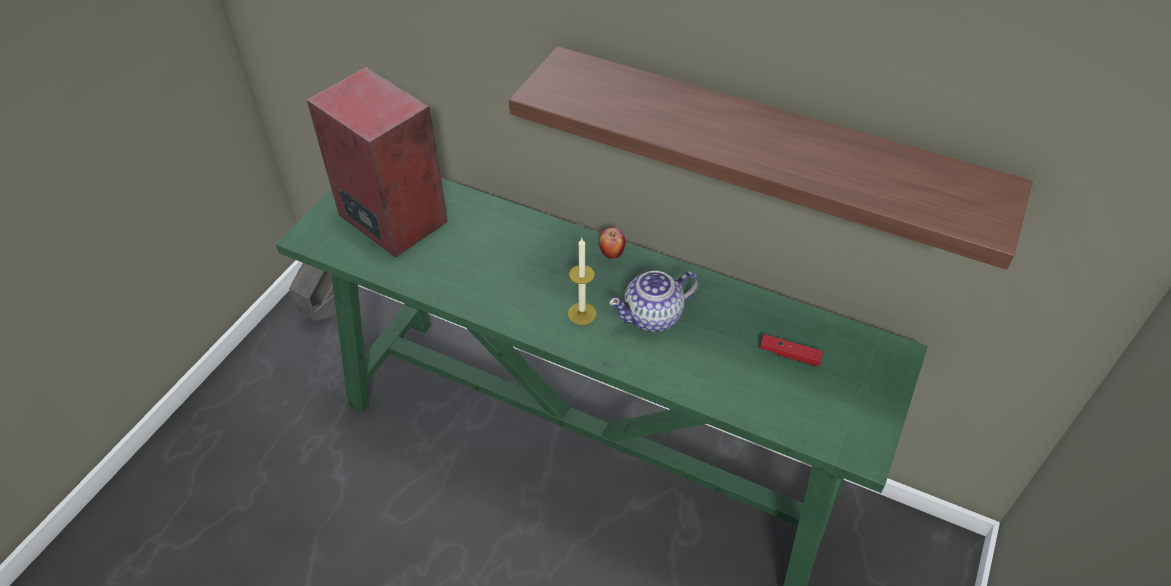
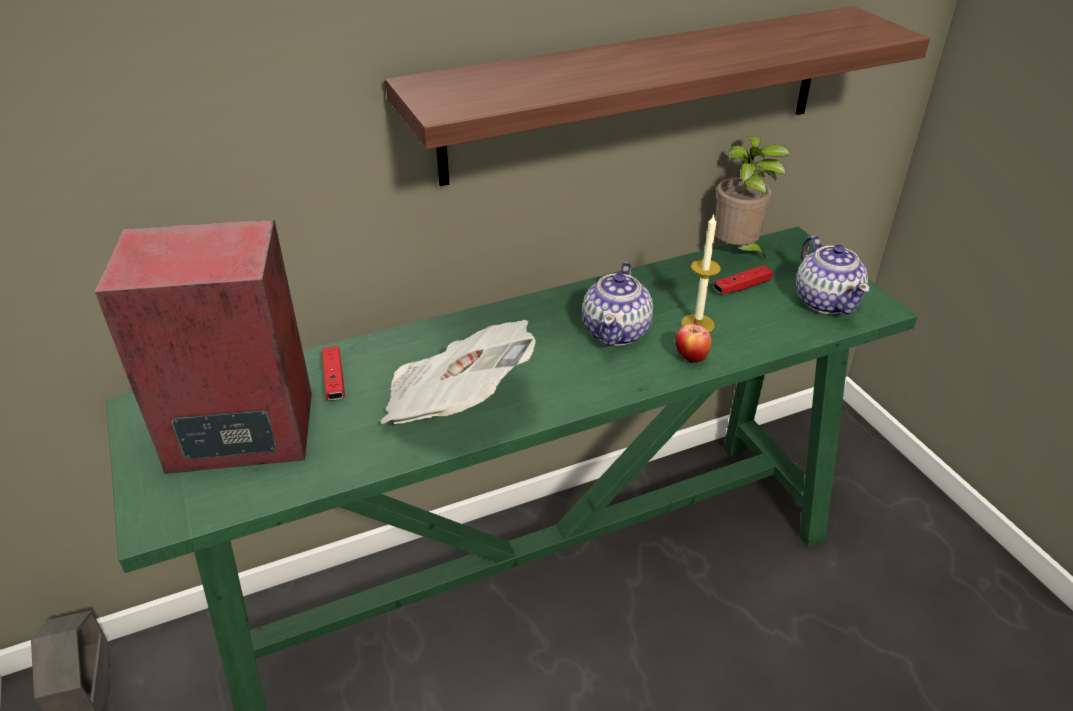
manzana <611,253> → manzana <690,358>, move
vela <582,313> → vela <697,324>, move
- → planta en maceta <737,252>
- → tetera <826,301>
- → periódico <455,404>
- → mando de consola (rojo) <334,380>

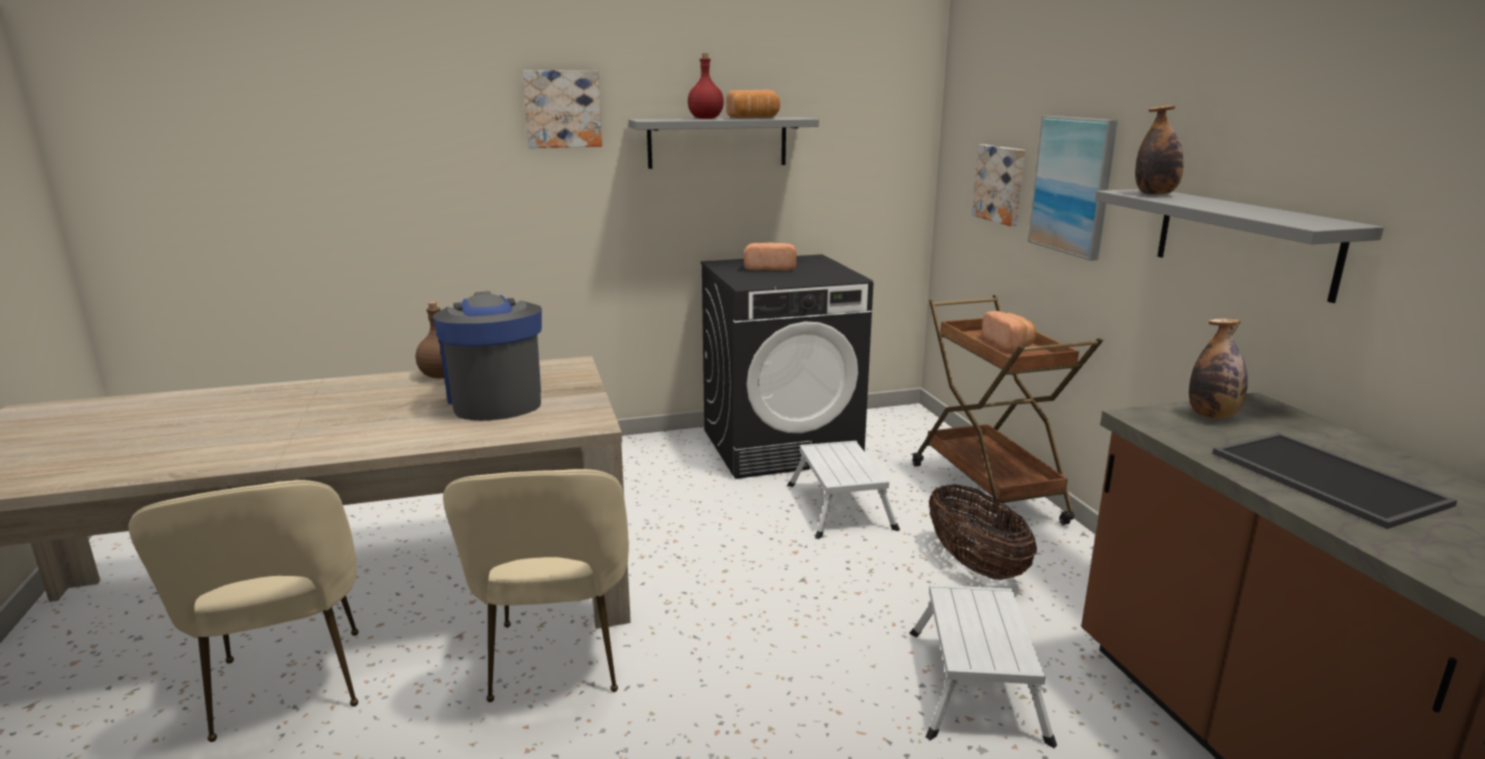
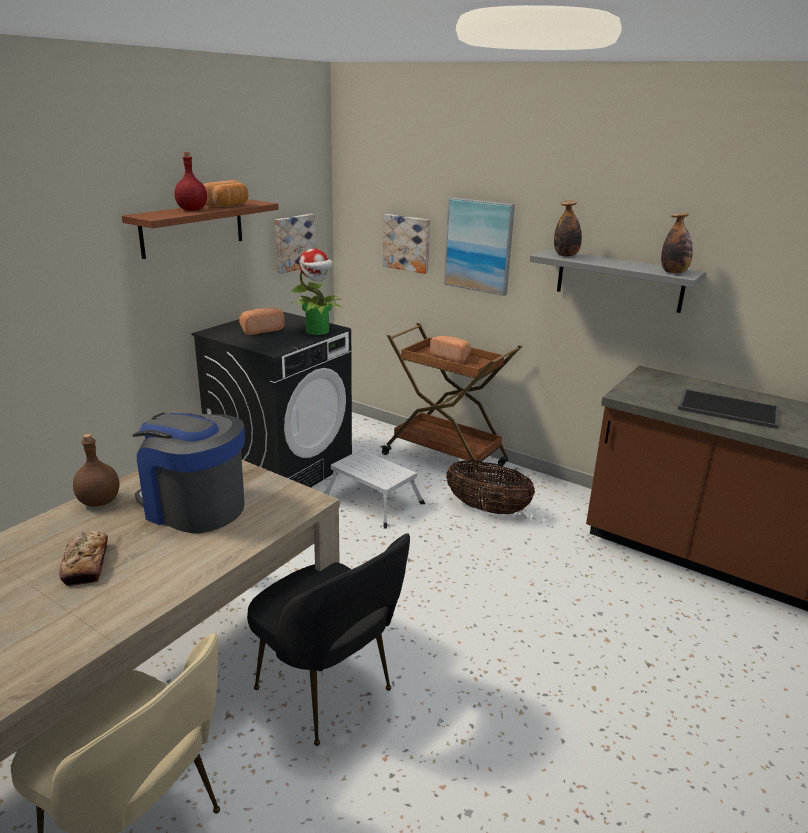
cuadro <562,109> → cuadro <293,242>, move
estante (gris) <717,142> → estante (marrón) <192,228>
botella <1212,416> → botella <673,272>, move
silla (beis) <555,666> → silla (negro) <330,696>
escalera de tijera (blanco) <976,685> → -
- → planta en maceta <318,331>
- → pan <86,564>

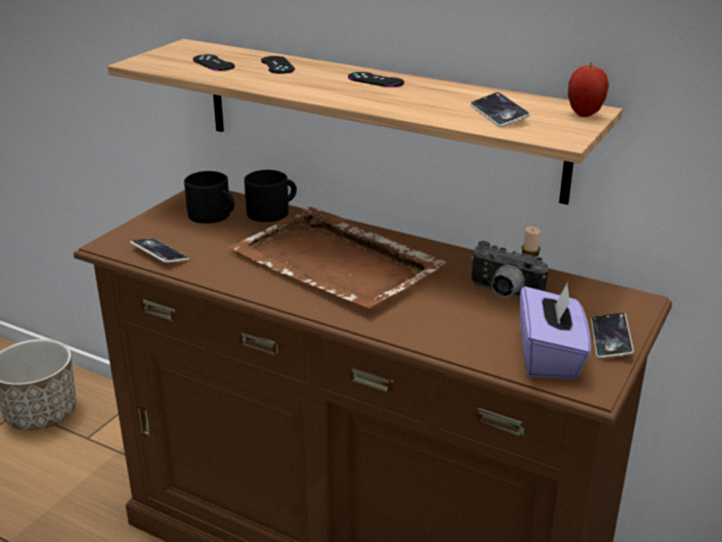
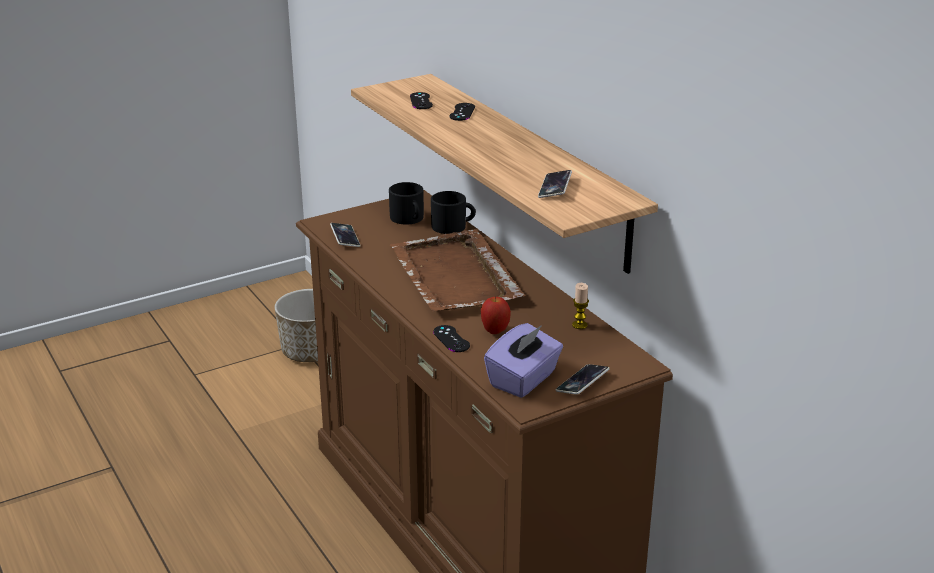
manzana <584,114> → manzana <495,331>, move
mando de consola (negro) <375,80> → mando de consola (negro) <451,339>, move
cámara <503,294> → -

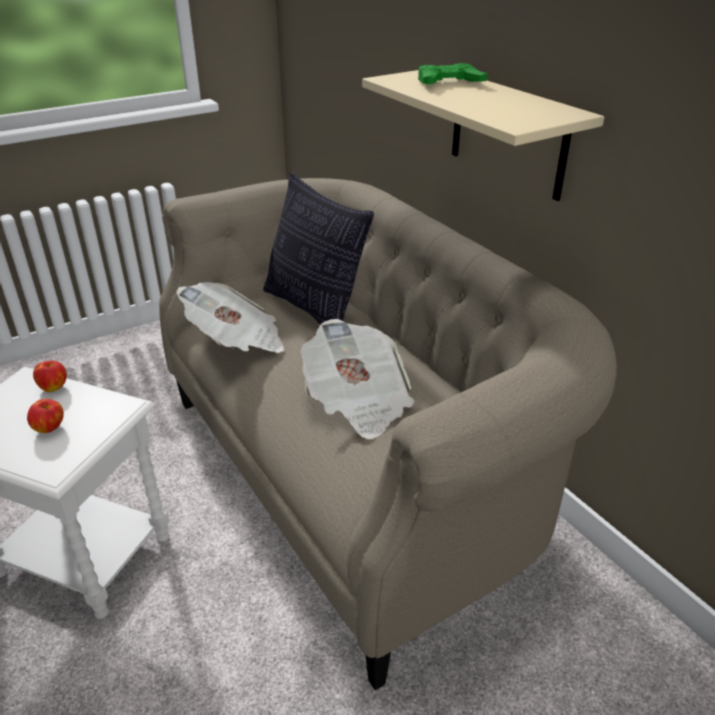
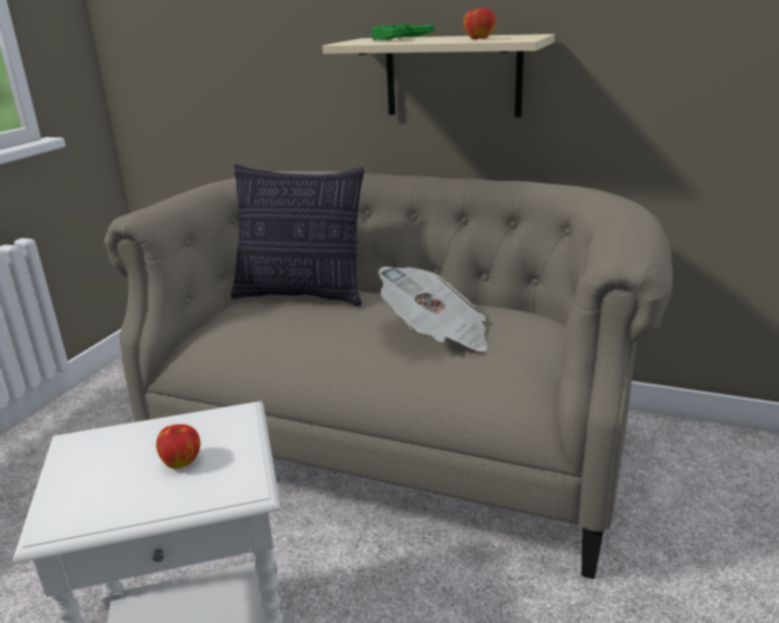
periódico <237,341> → -
manzana <54,387> → manzana <479,39>, move

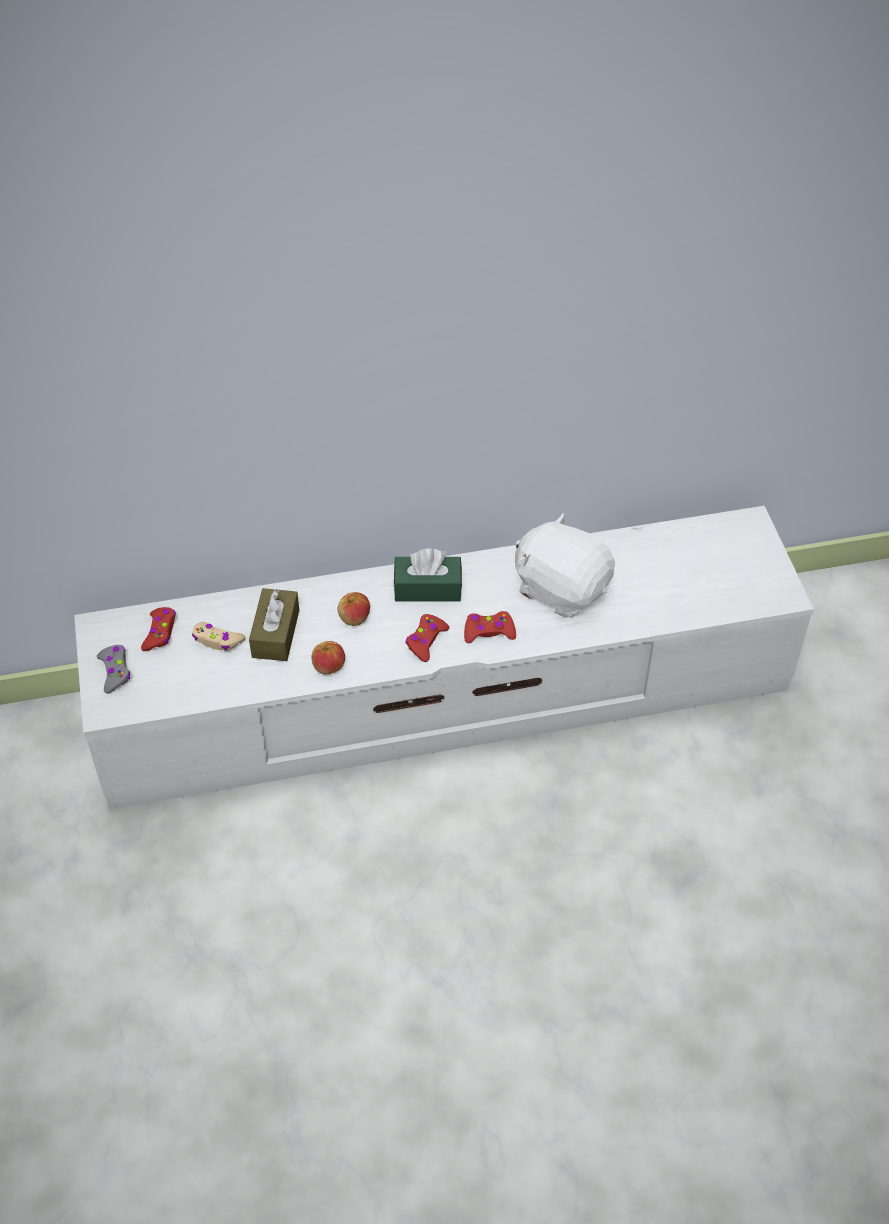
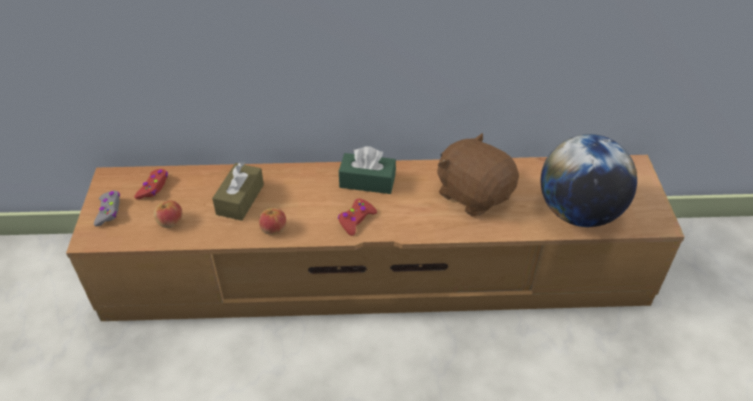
mueble de televisión (blanco) <444,694> → mueble de televisión (marrón) <376,270>
peluche (blanco) <561,588> → peluche (marrón) <473,194>
manzana <354,618> → manzana <170,222>, move
mando de consola (rojo) <488,631> → -
mando de consola (beis) <217,640> → -
- → globo terráqueo <578,213>

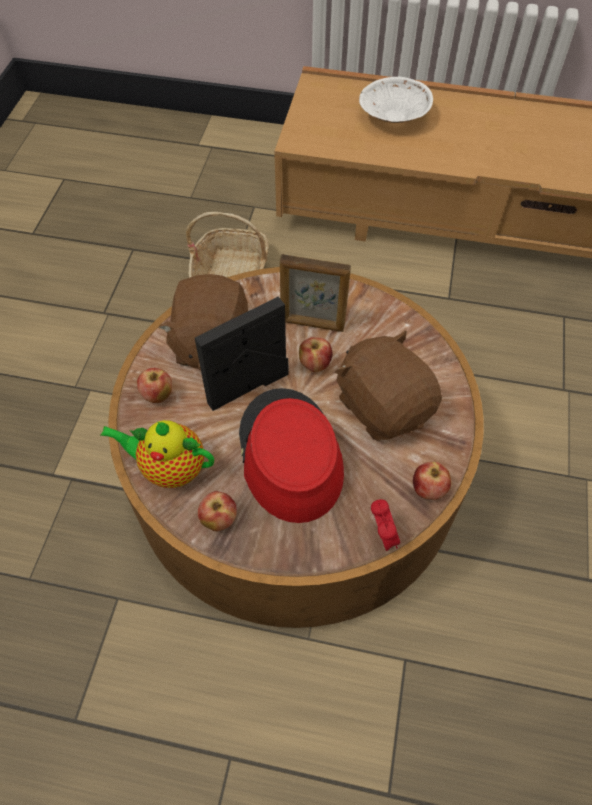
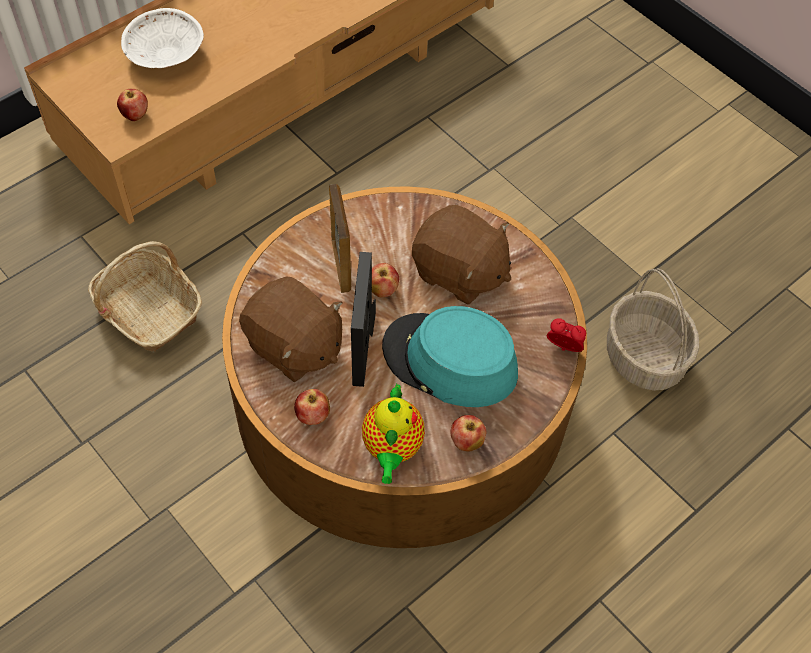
portarretratos <312,324> → portarretratos <341,265>, 60 degrees counterclockwise
peluche (marrón) <384,405> → peluche (marrón) <459,273>, 150 degrees counterclockwise
sombrero (rojo) <289,455> → sombrero (turquesa) <449,361>
tetera <169,468> → tetera <392,448>, 45 degrees counterclockwise
manzana <428,490> → manzana <135,115>, move
- → cesta <645,357>

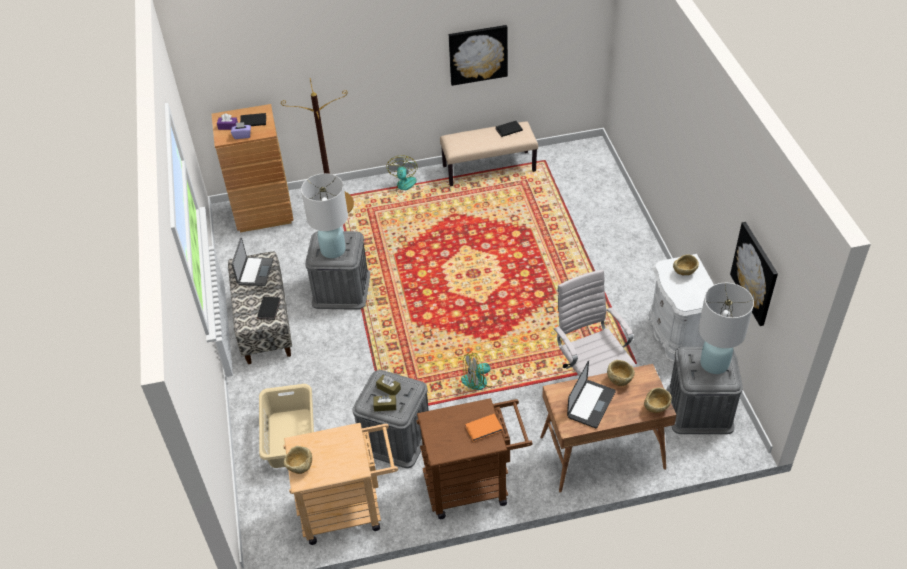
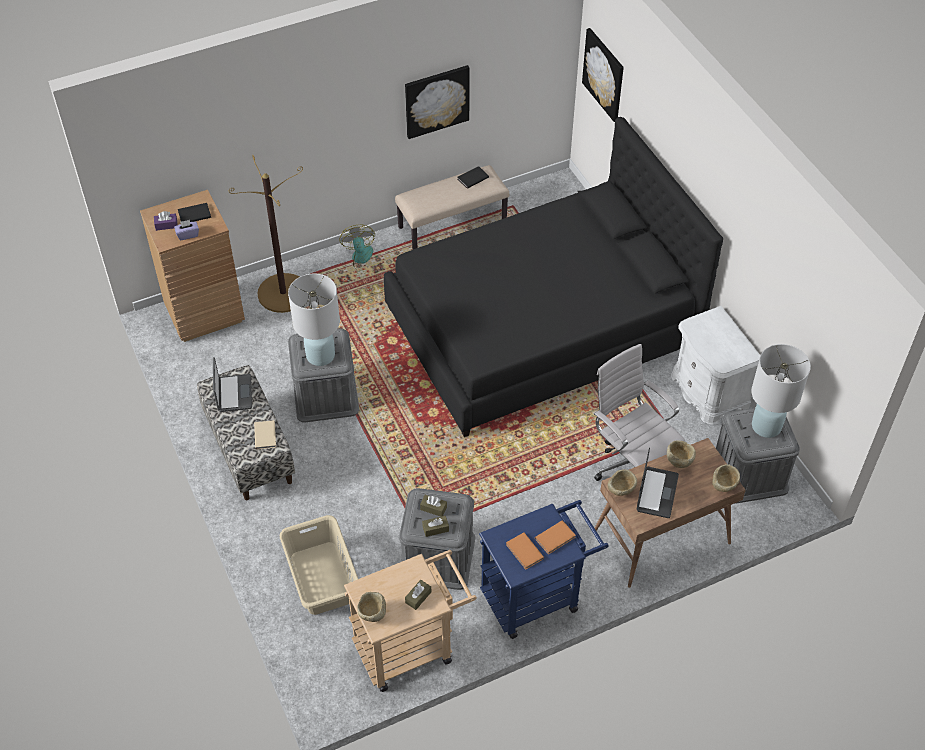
cuadro <755,273> → cuadro <604,74>, move
cuenco (beis) <684,272> → cuenco (beis) <621,490>, move
libro (negro) <270,308> → libro (beis) <266,435>
ventilador <480,380> → -
carrito (marrón) <474,485> → carrito (azul) <537,595>
- → cama (negro) <542,328>
- → libro (naranja) <524,552>
- → caja de pañuelos (marrón) <418,597>

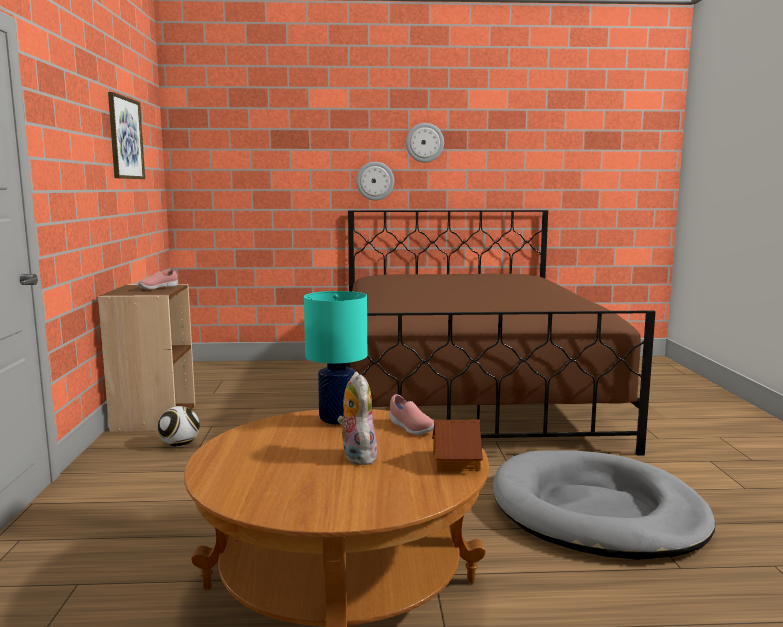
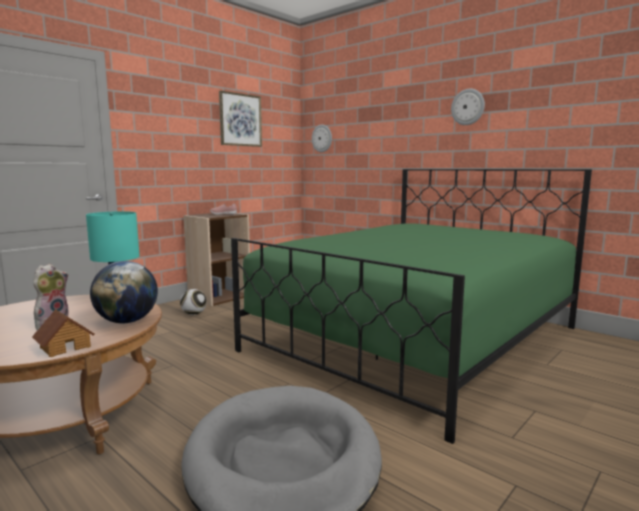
reloj de pared <375,181> → reloj de pared <322,138>, move
cama (marrón) <465,397> → cama (verde) <416,338>
zapato (rosa) <410,428> → globo terráqueo <127,321>

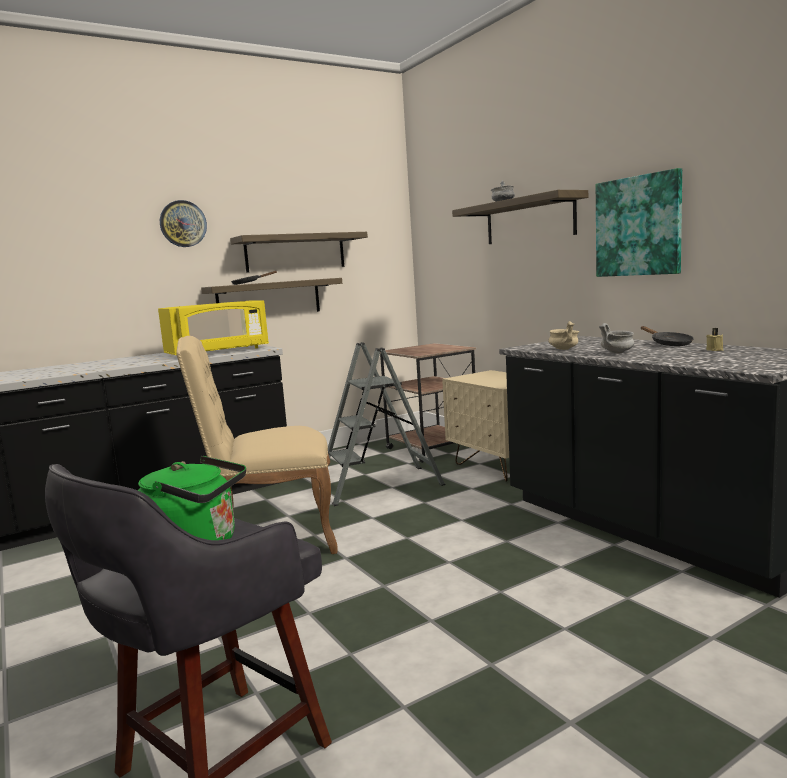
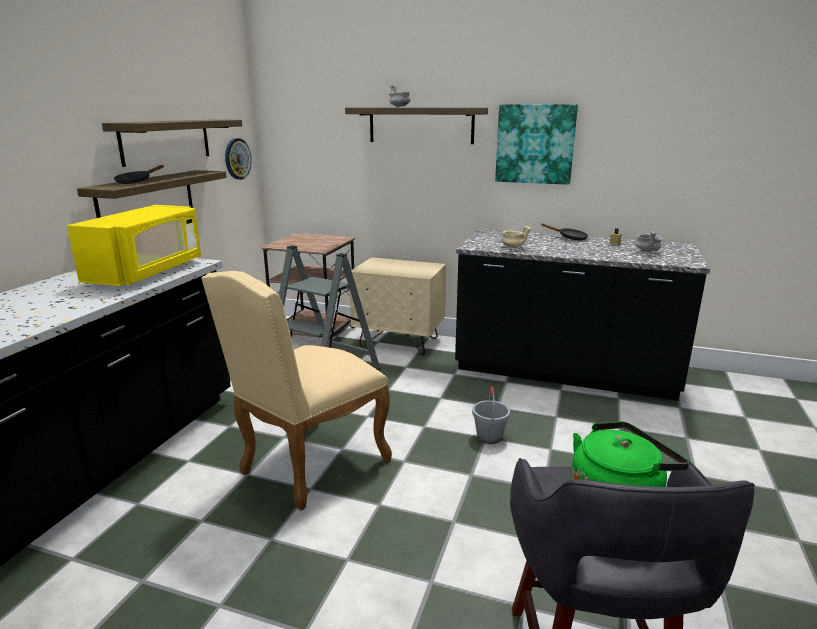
reloj de pared <183,224> → reloj de pared <237,159>, move
cuenco (gris) <616,353> → cuenco (gris) <648,252>, move
- → cubo (gris) <489,437>

